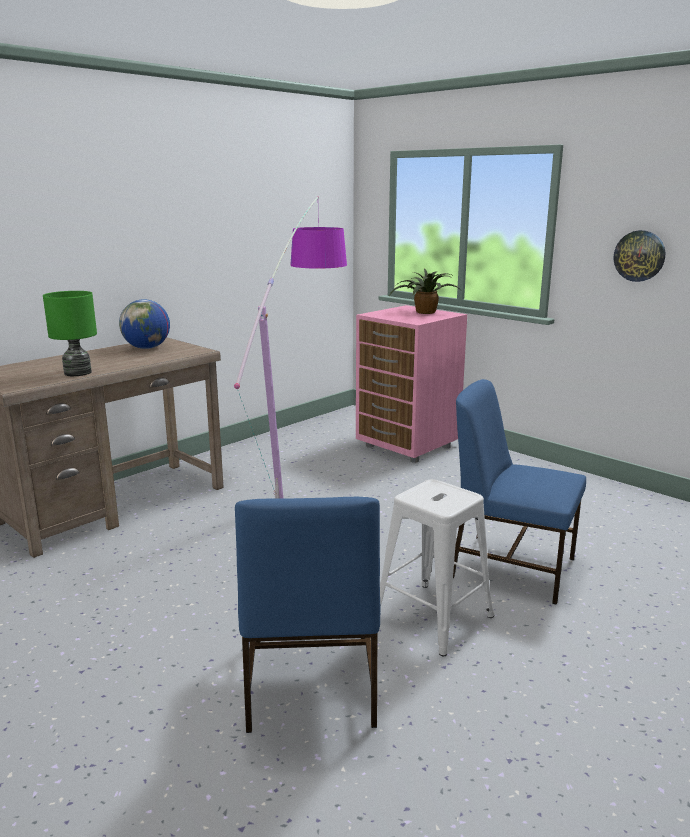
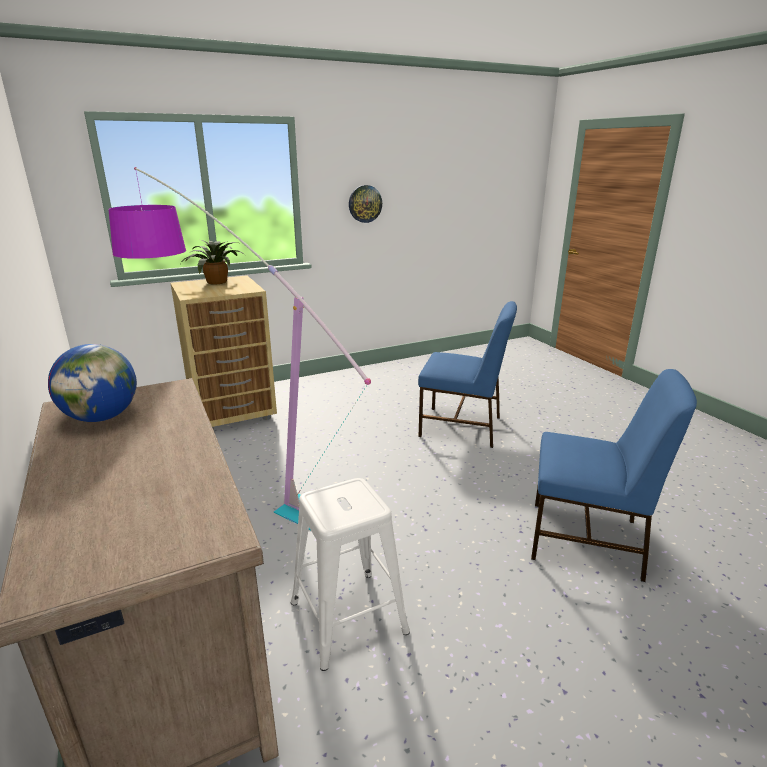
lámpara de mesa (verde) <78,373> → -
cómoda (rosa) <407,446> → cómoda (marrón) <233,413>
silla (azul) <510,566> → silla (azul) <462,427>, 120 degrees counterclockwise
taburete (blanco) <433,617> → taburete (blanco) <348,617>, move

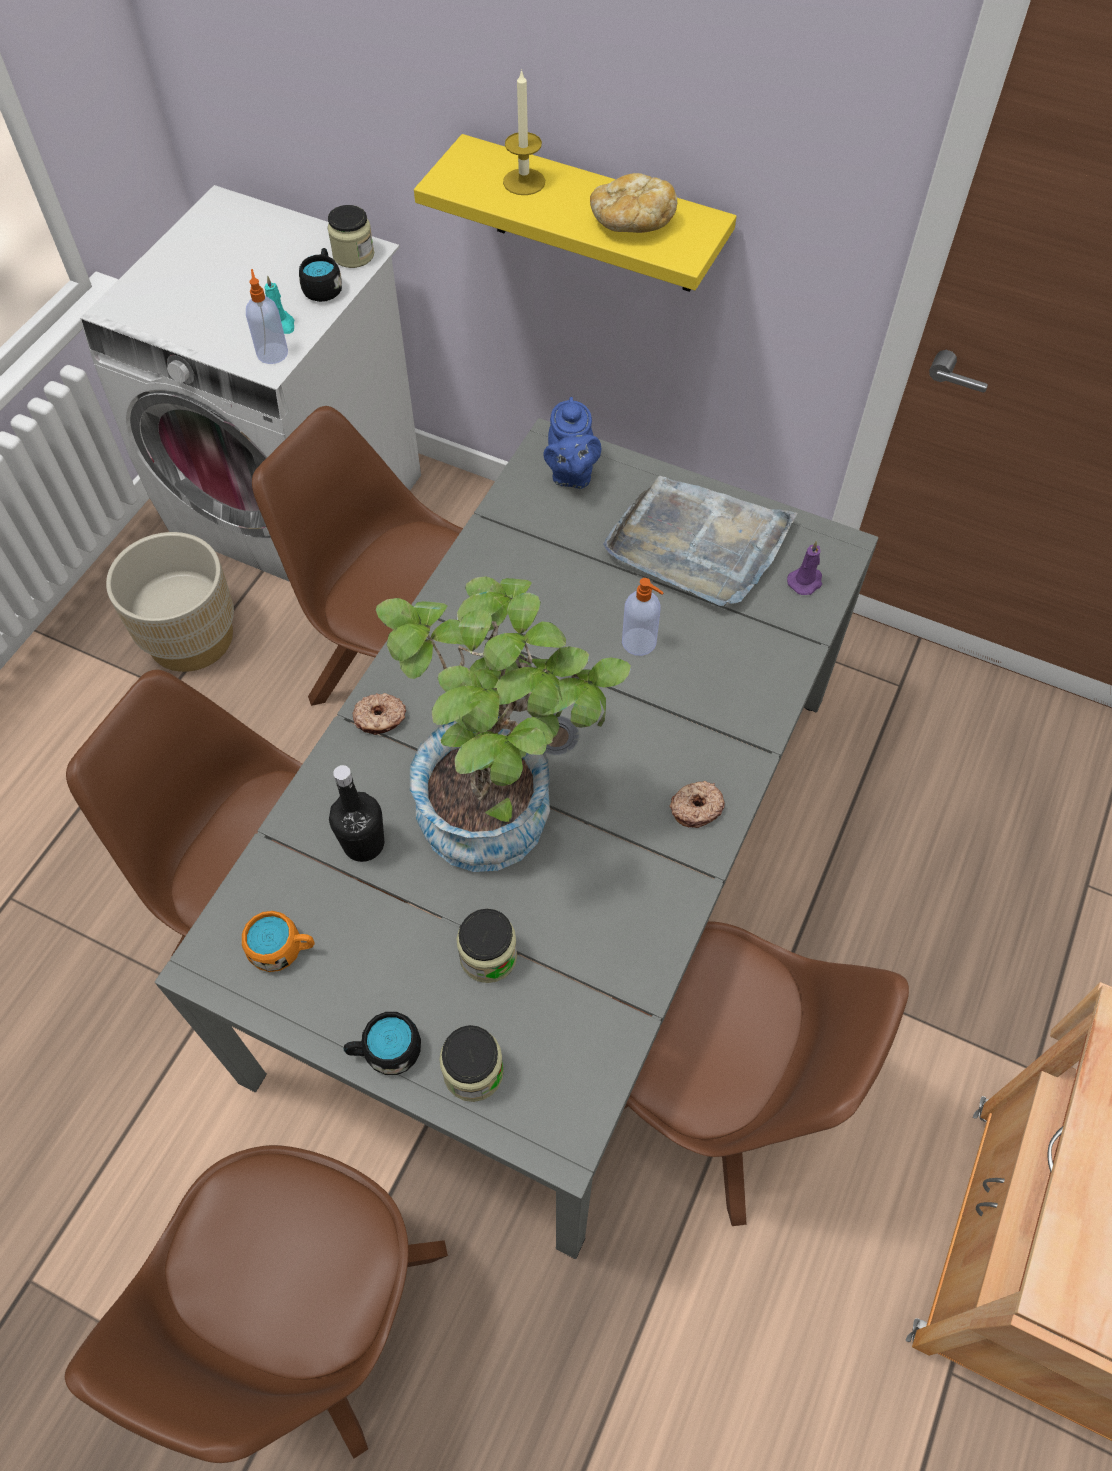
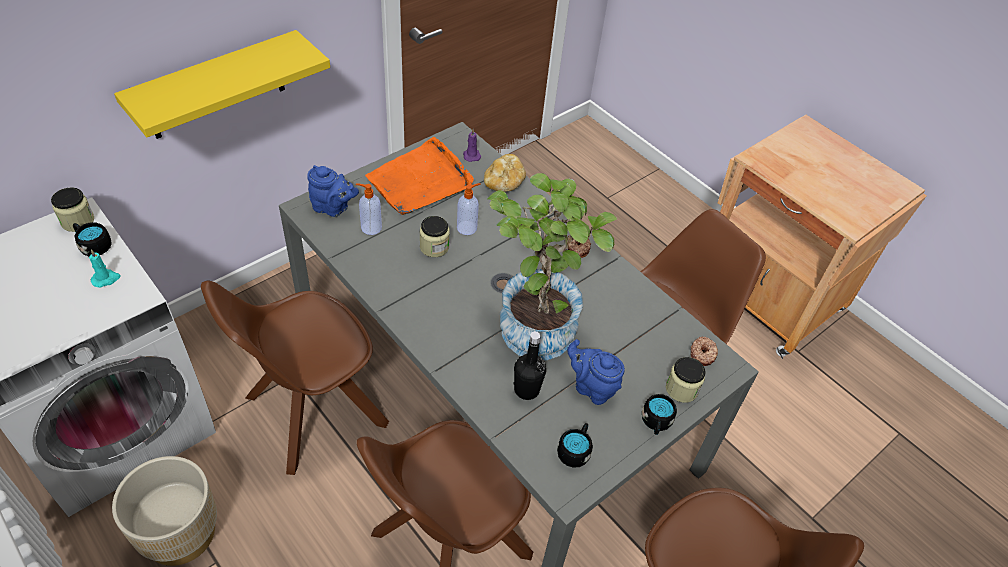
vela <524,182> → -
pan <630,223> → pan <504,183>, move
dispensador de jabón <272,352> → dispensador de jabón <370,227>, move
bandeja (gris) <698,544> → bandeja (naranja) <420,181>
rosquilla <380,719> → rosquilla <703,354>, move
tarro <488,956> → tarro <434,247>, move
taza grande (naranja) <283,949> → taza grande (negro) <575,450>
- → tetera (azul) <592,387>

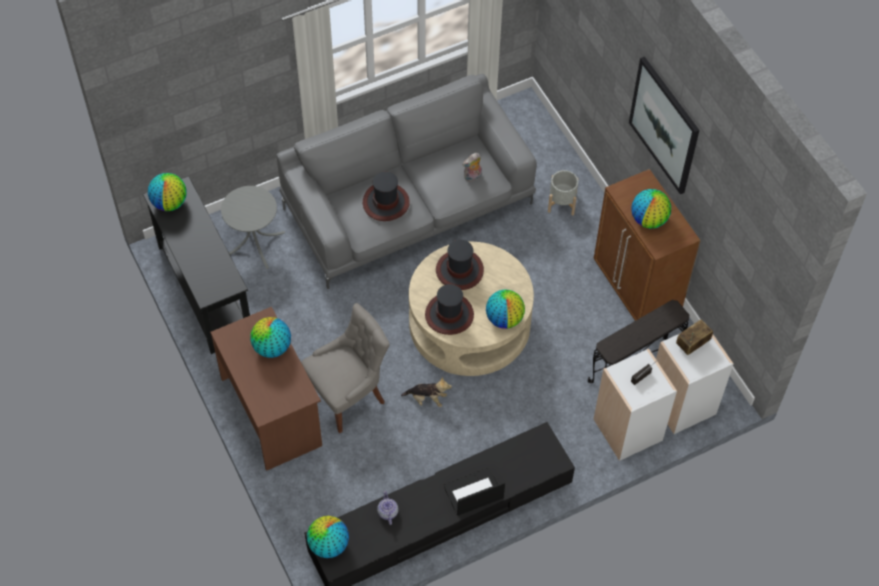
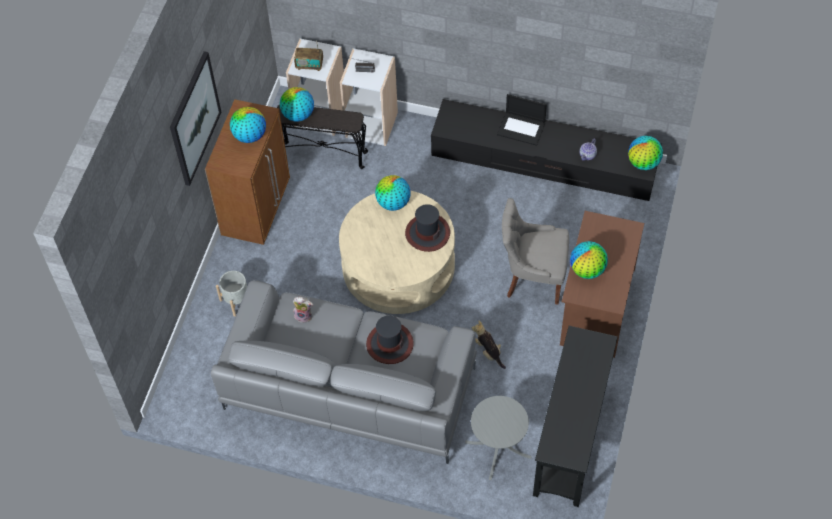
globo terráqueo <170,203> → globo terráqueo <298,115>, move
sombrero <460,270> → -
peluche <427,399> → peluche <488,351>, move

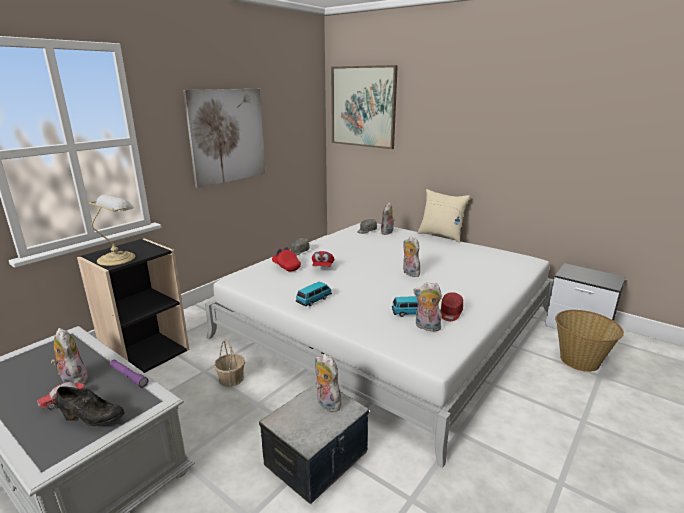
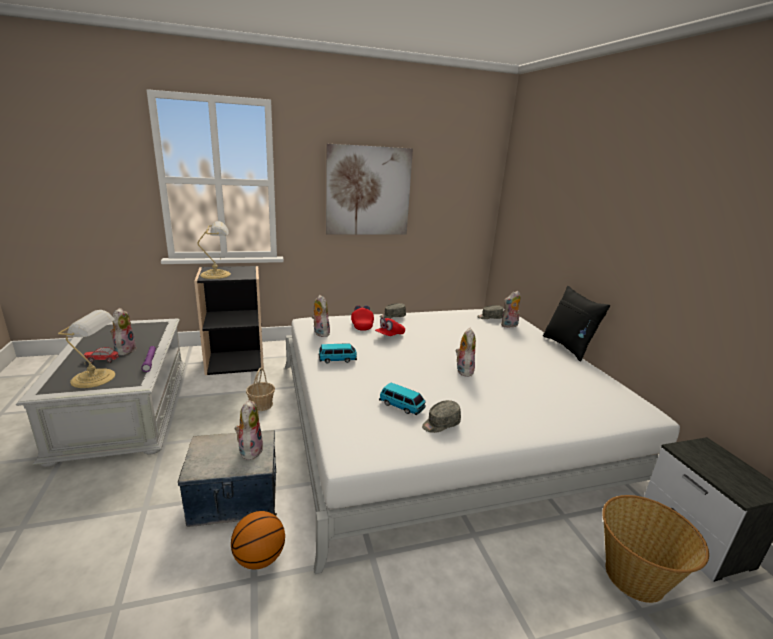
cuadro <363,107> → -
cojín (beis) <440,236> → cojín (negro) <567,347>
peluche <426,327> → peluche <320,333>, move
gorra (rojo) <450,313> → gorra (gris) <440,424>
zapato (negro) <92,419> → lámpara de mesa <95,378>
- → balón de baloncesto <260,558>

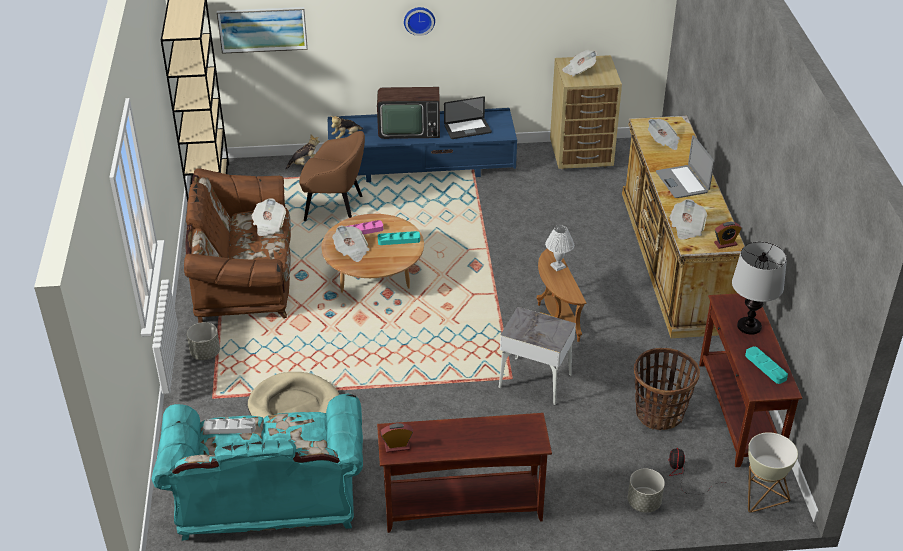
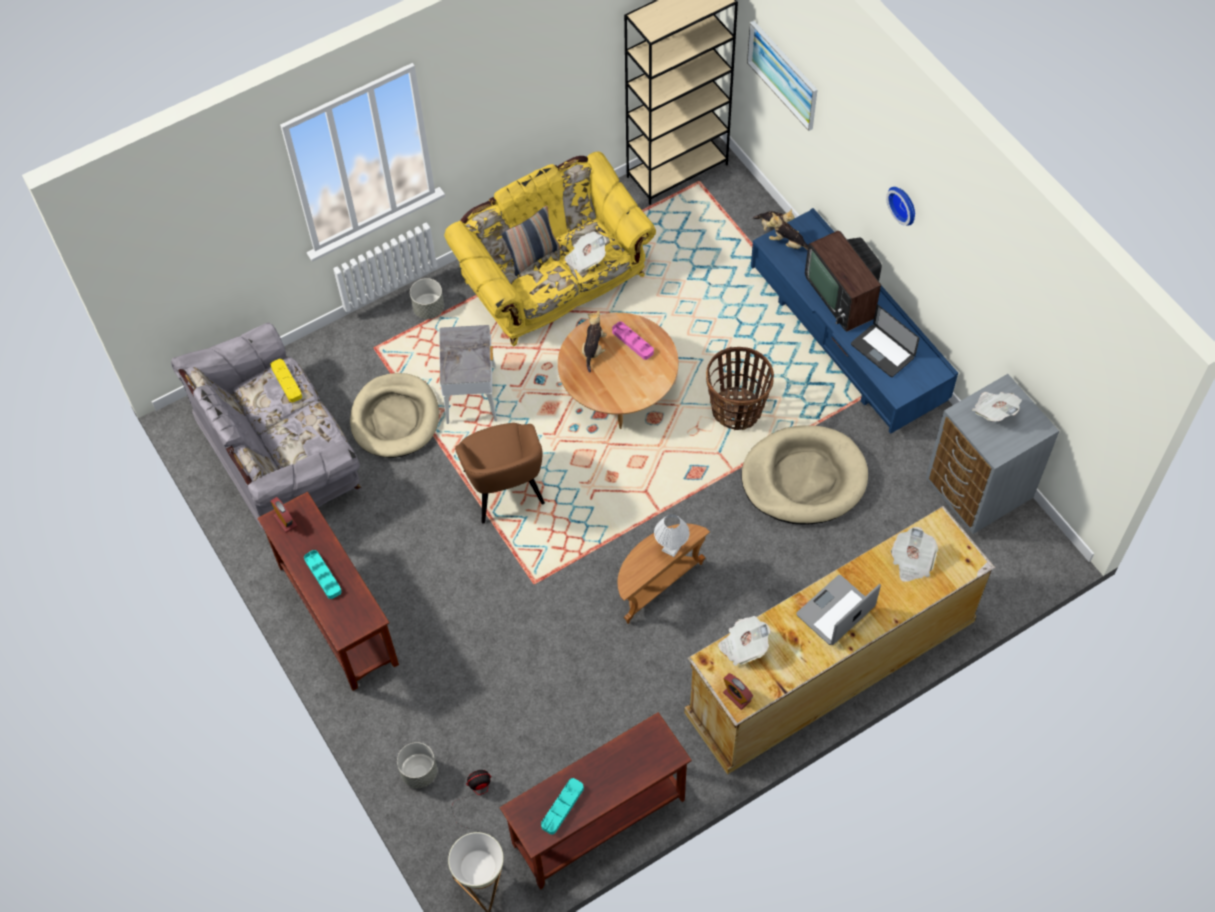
cómoda (marrón) <581,157> → cómoda (gris) <977,492>
sillón (marrón) <335,209> → sillón (marrón) <504,489>, move
sofá (marrón) <245,277> → sofá (amarillo) <554,279>
periódico <351,251> → peluche <593,349>
bandeja (turquesa) <399,240> → bandeja (turquesa) <323,576>, move
lámpara de mesa <748,326> → -
mesa auxiliar <534,380> → mesa auxiliar <472,394>, move
cesta <659,414> → cesta <737,409>, move
sofá (turquesa) <267,494> → sofá (gris) <279,454>
bandeja (gris) <229,428> → bandeja (amarillo) <286,382>
- → cojín <533,257>
- → cama para perro (beis) <804,478>

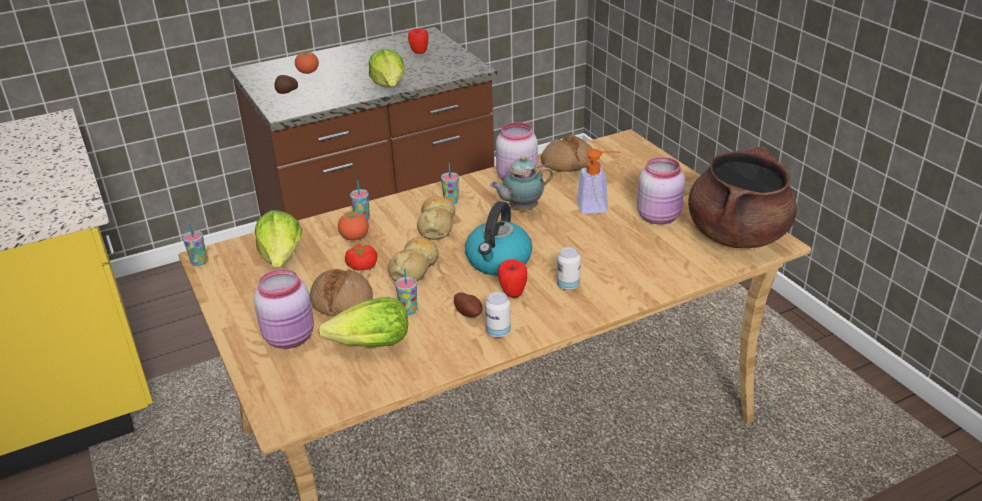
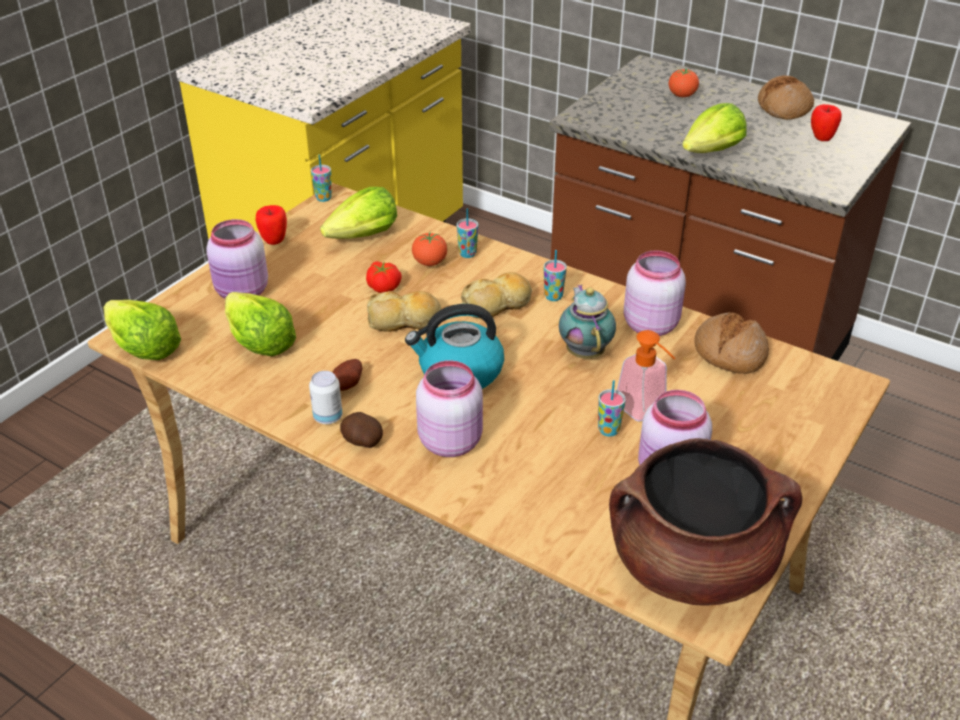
patata <287,92> → patata <361,442>, move
tetera <521,208> → tetera <585,351>, 45 degrees clockwise
lata <568,285> → tarro (rosa) <450,441>
manzana <512,293> → manzana <274,240>, move
taza <408,311> → taza <608,430>, move
pan <342,301> → pan <784,108>, move
- → lechuga <143,348>

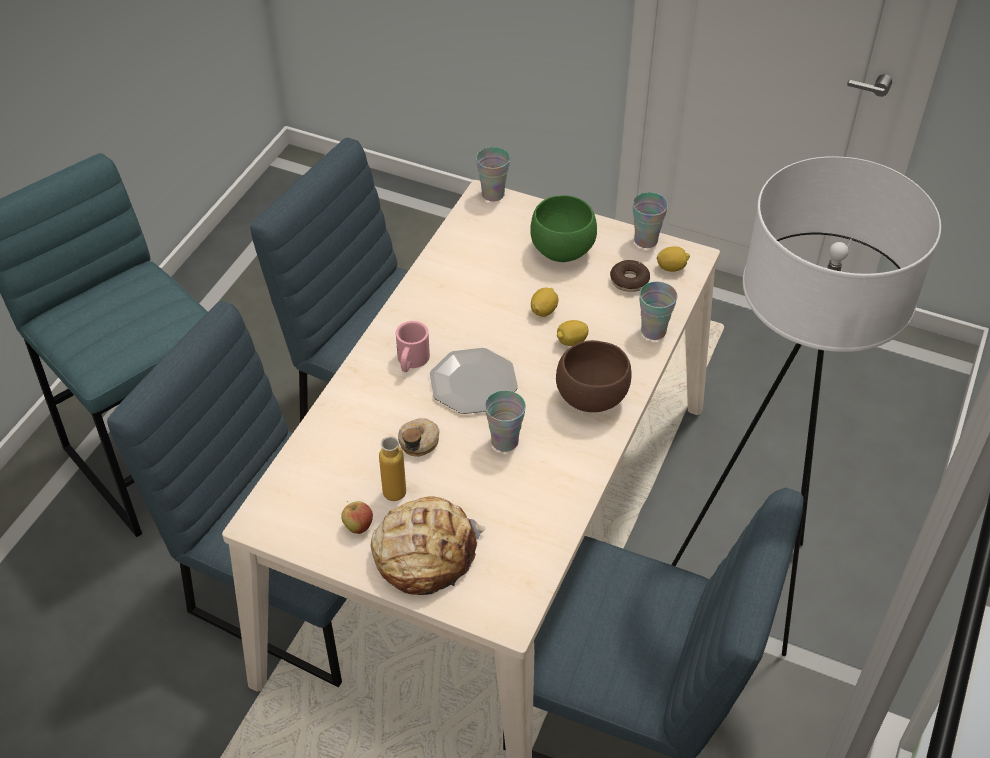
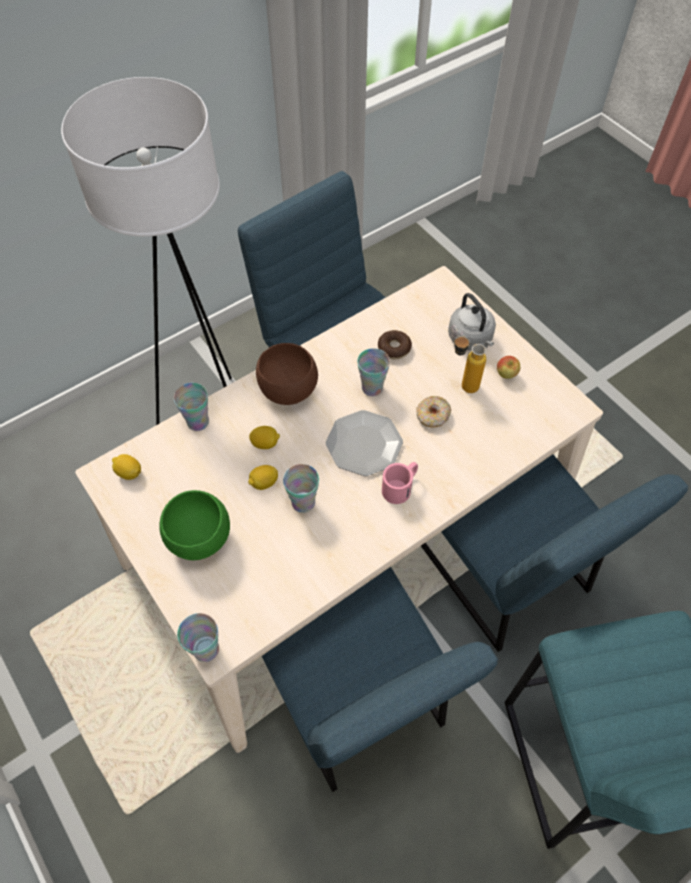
taza <646,240> → taza <303,502>, move
rosquilla <629,281> → rosquilla <394,348>, move
pan <424,553> → hervidor (gris) <471,339>

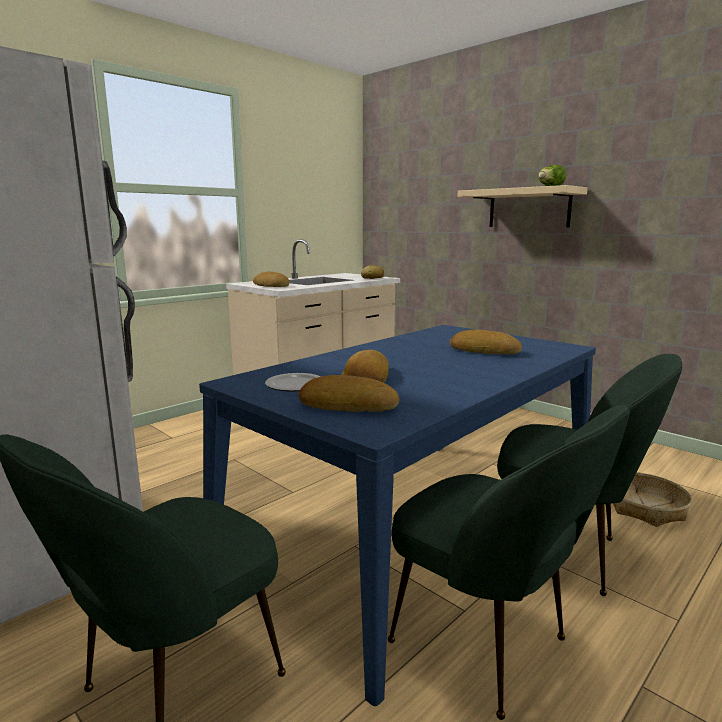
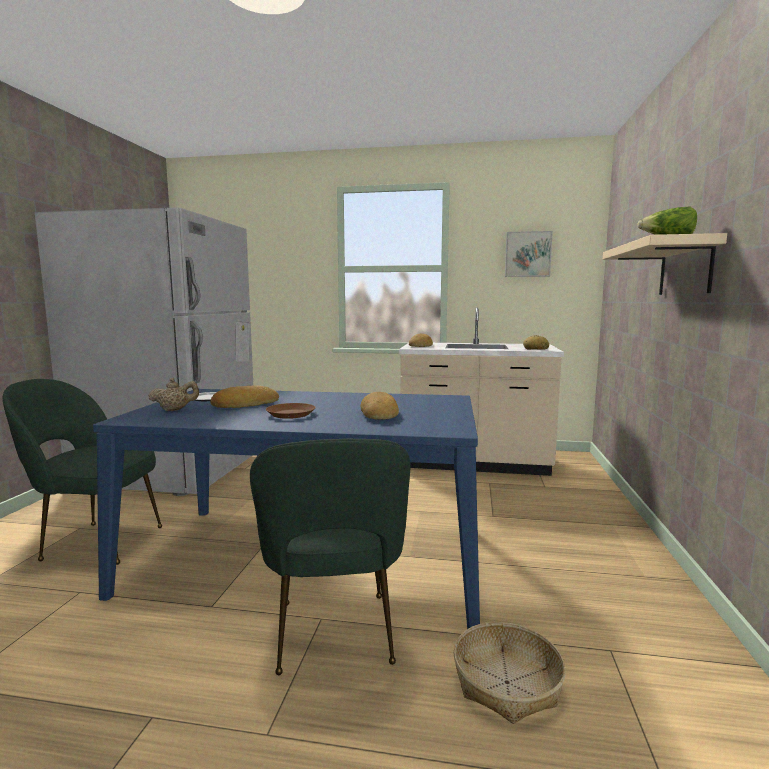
pan <348,404> → tetera (beis) <175,410>
silla (verde) <489,649> → -
- → cuadro <527,254>
- → plato (marrón) <291,414>

